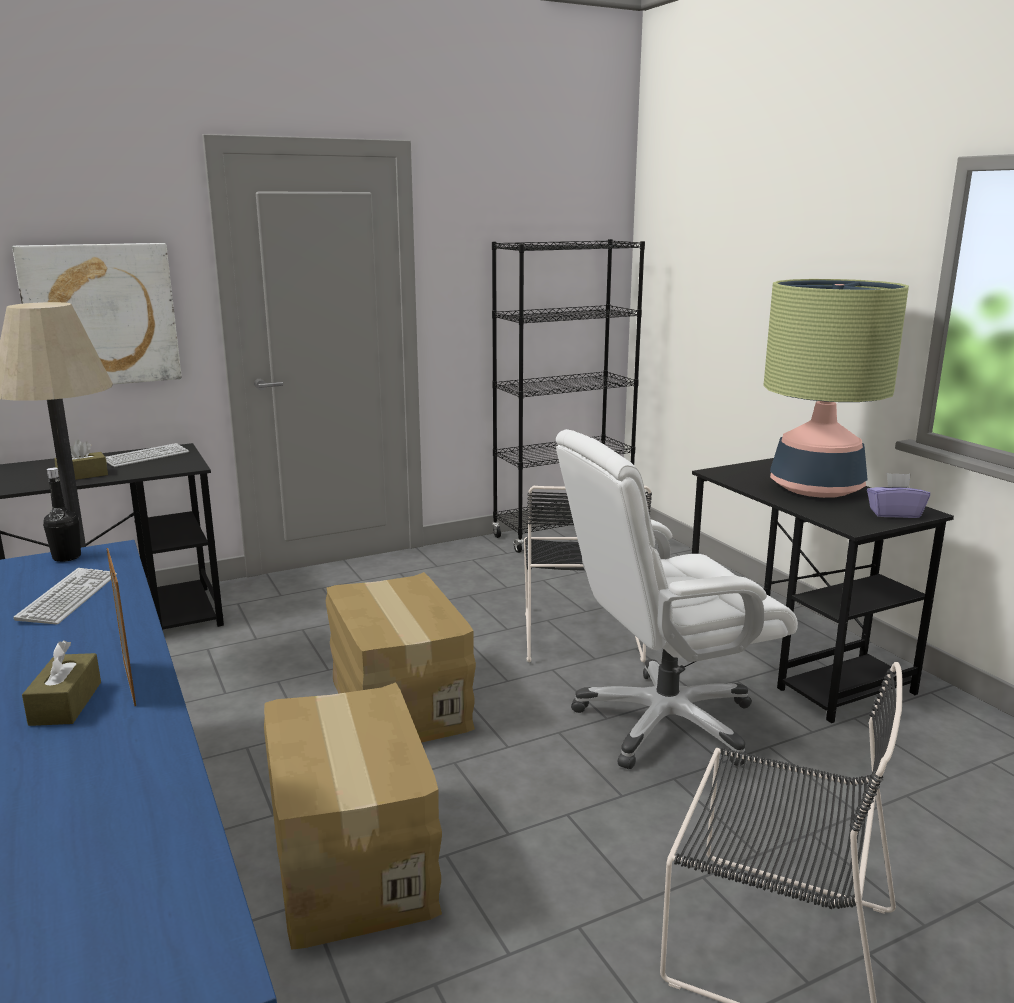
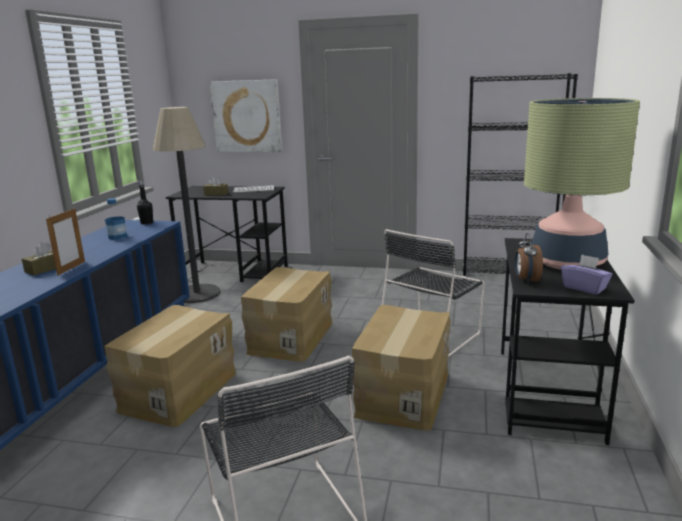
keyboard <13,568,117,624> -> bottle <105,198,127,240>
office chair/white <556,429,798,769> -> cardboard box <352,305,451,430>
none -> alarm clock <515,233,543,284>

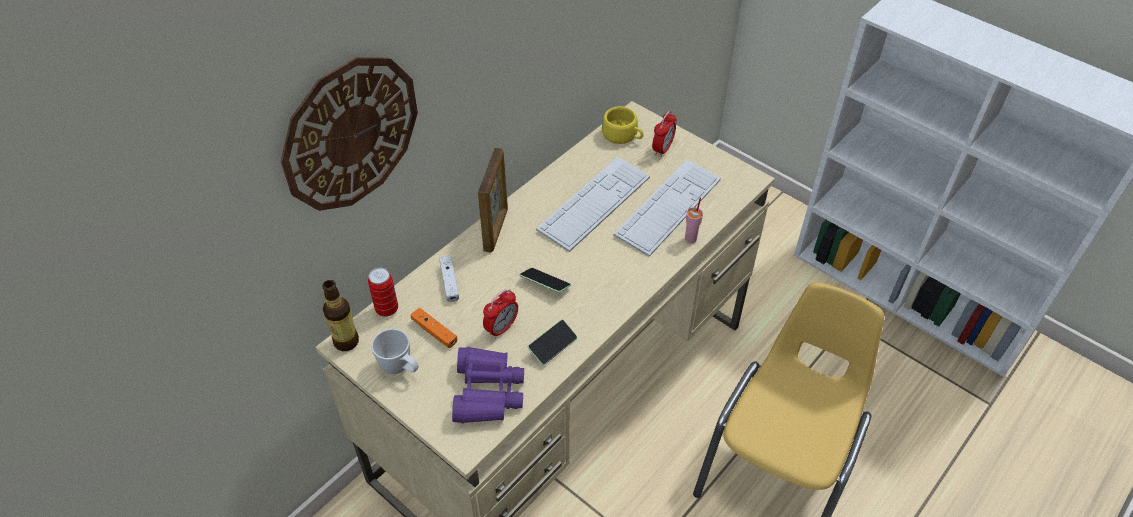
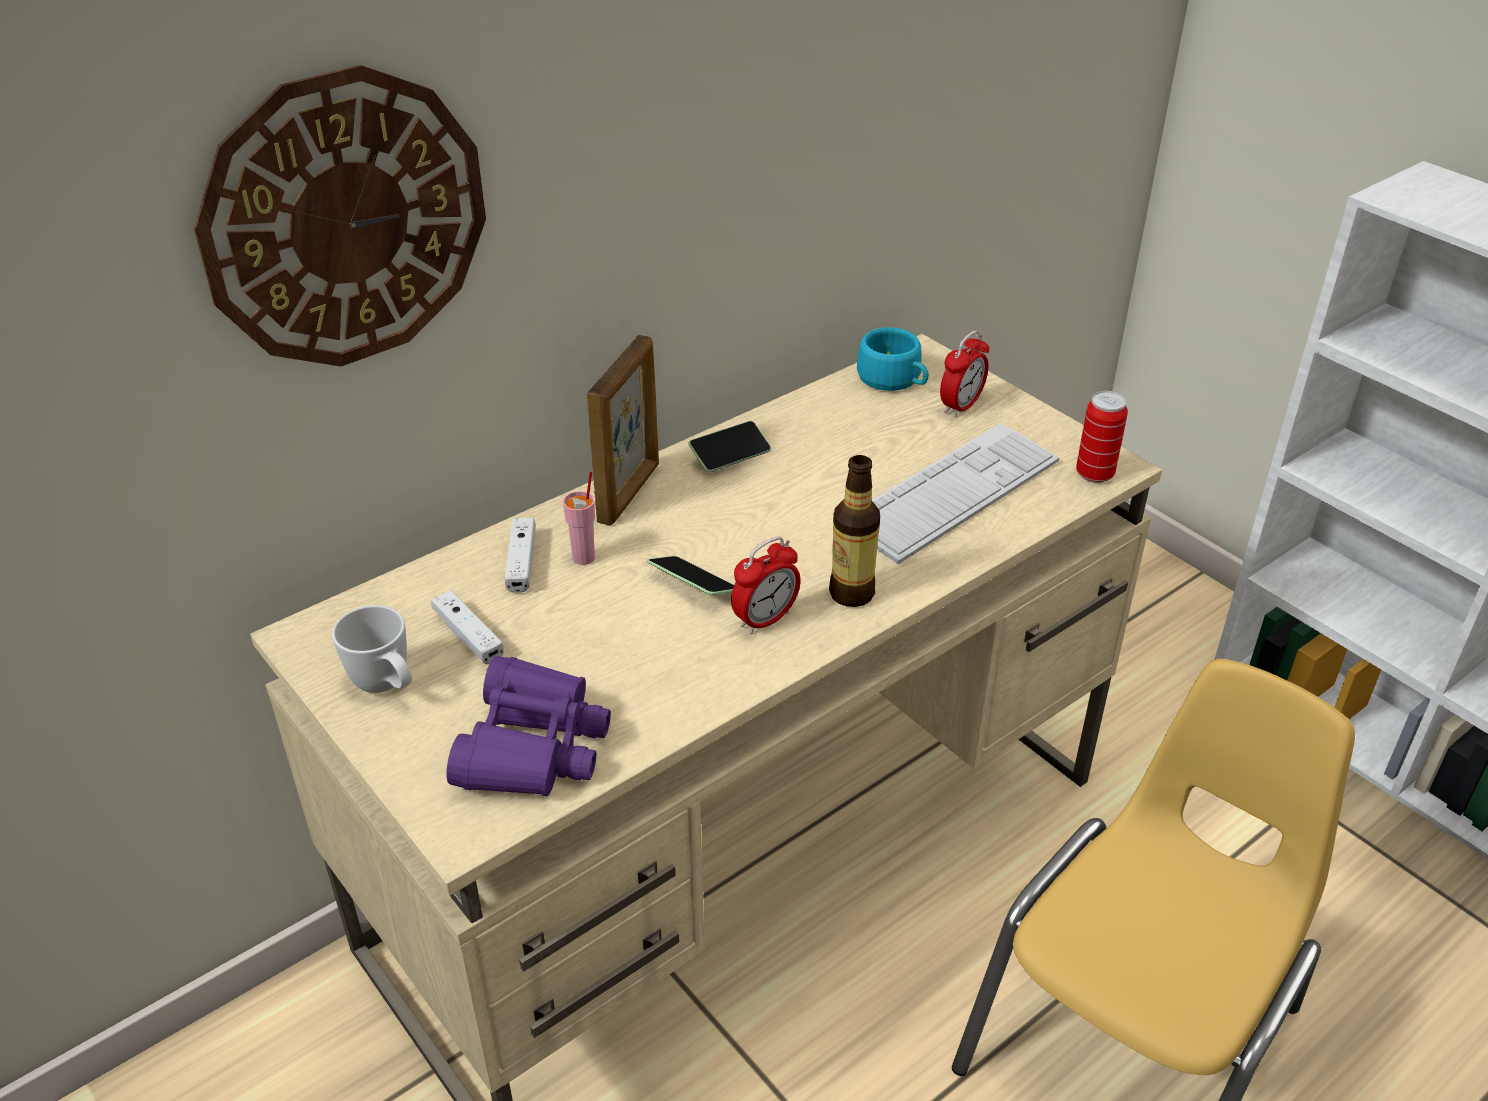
bottle <322,280,359,351> -> bottle <829,455,880,607>, relocated
can <368,268,398,317> -> can <1076,391,1128,483>, relocated
game controller/orange <411,308,457,348> -> game controller/white <431,590,504,664>
alarm clock <483,289,518,339> -> alarm clock <731,536,800,634>, relocated
phone <528,320,577,365> -> phone <688,421,771,472>, relocated
keyboard <536,157,650,252> -> none
cup/yellow <602,106,644,144> -> cup/turquoise <857,327,929,391>
cup/pink <685,197,703,243> -> cup/pink <563,472,595,565>, relocated

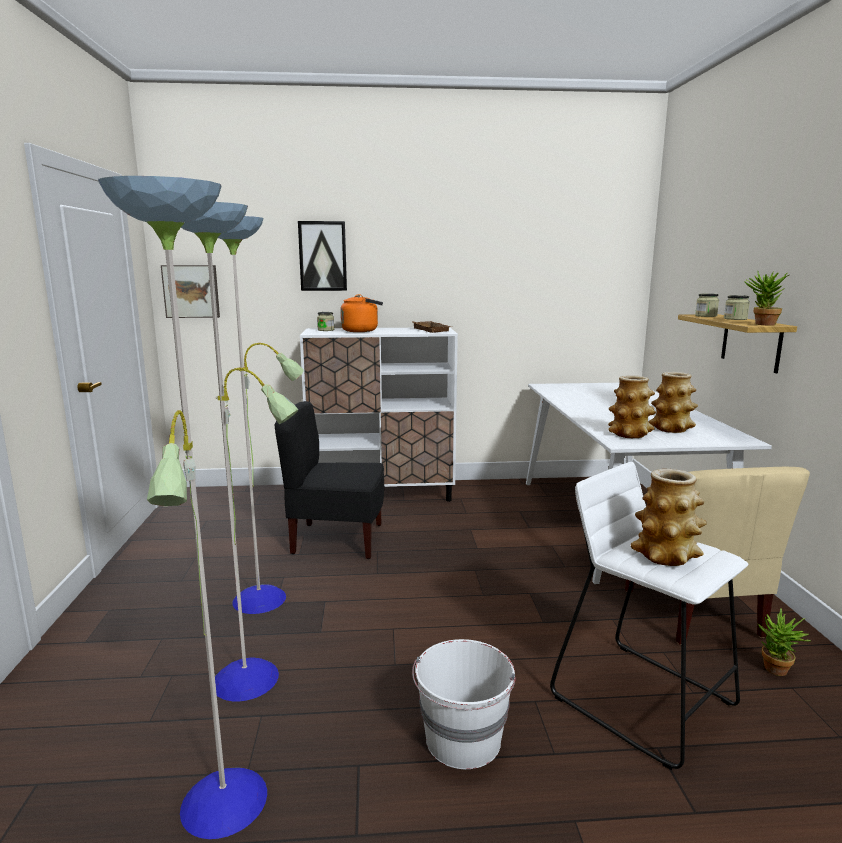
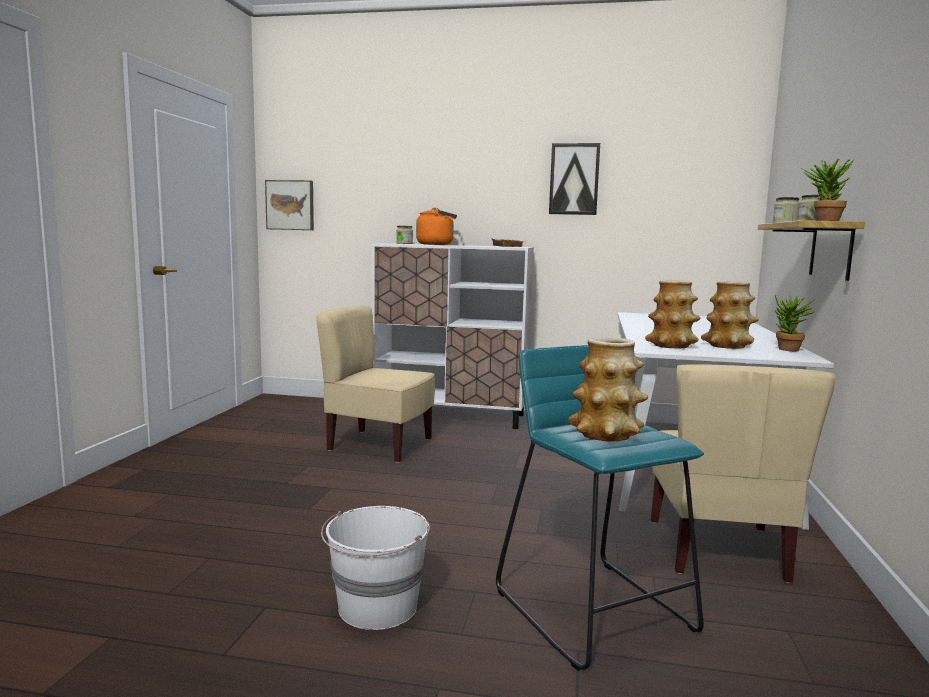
floor lamp <98,176,304,839> -> none
chair/black <274,401,384,559> -> chair/beige <316,306,435,463>
picture <298,221,347,291> -> picture <549,143,600,215>, relocated
stool/white <550,462,749,770> -> stool/turquoise <496,345,704,671>
potted plant <758,608,811,676> -> potted plant <775,295,816,351>, relocated

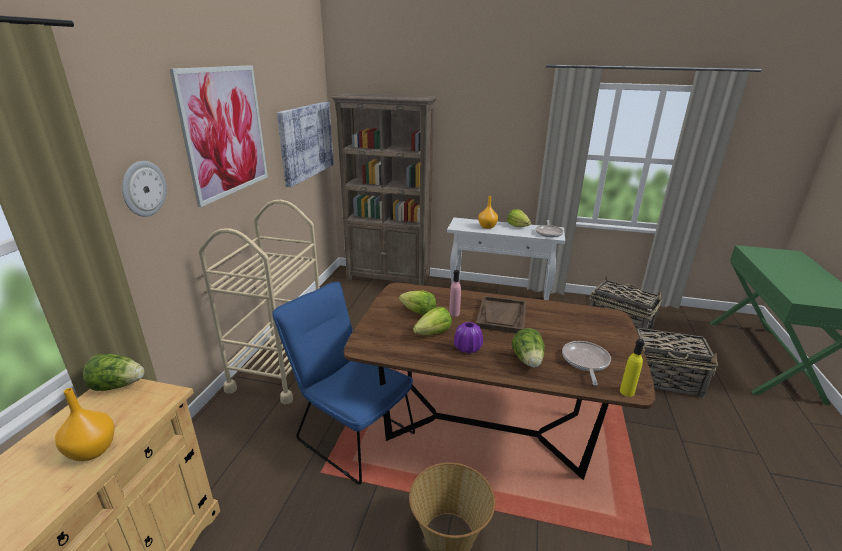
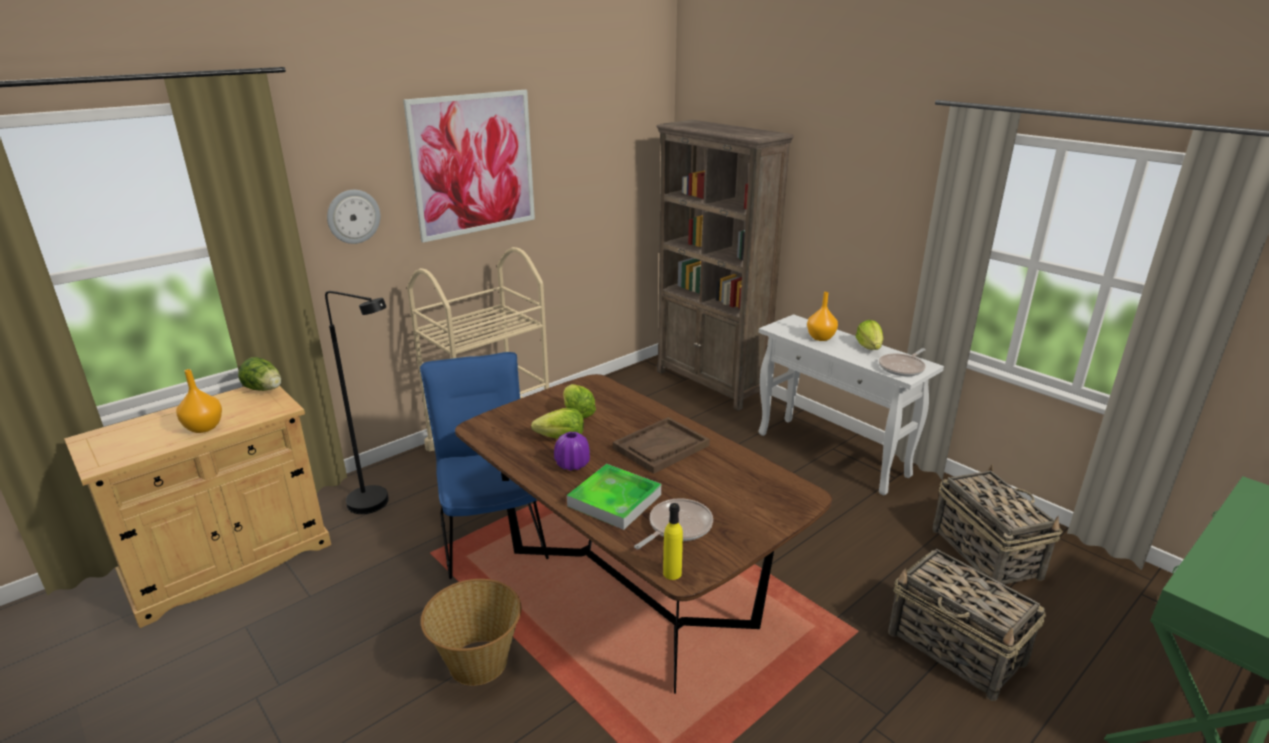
picture <277,102,334,187> -> none
bottle/pink <449,270,461,317> -> none
lettuce <512,328,545,368> -> tray <567,464,661,530>
none -> floor lamp/black <325,291,389,514>

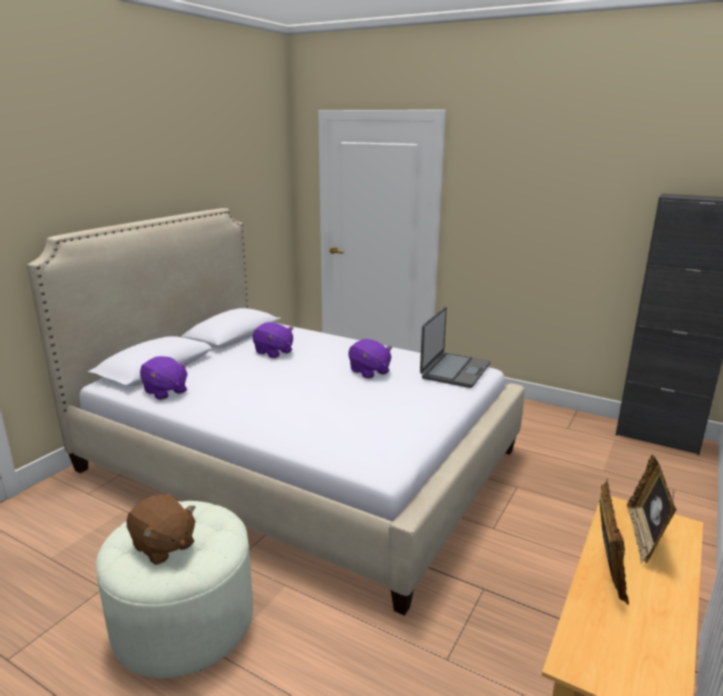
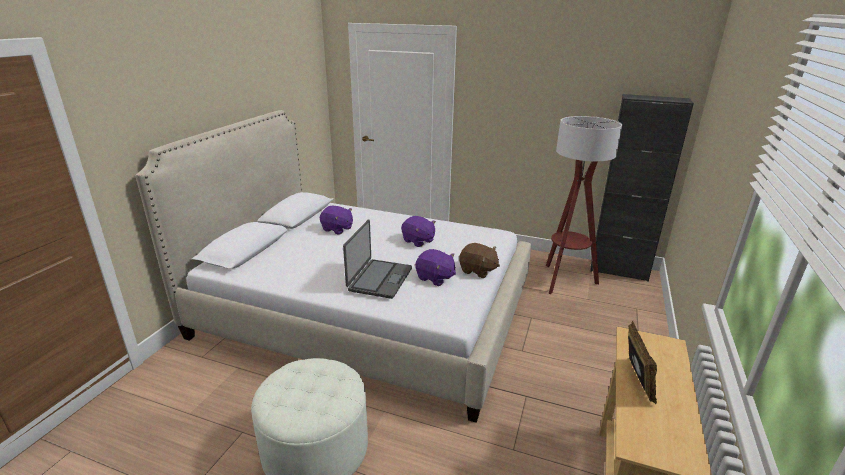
plush toy/brown <127,494,196,565> -> plush toy/brown <459,243,500,278>, relocated
plush toy/purple <140,356,188,400> -> plush toy/purple <415,249,456,286>, relocated
laptop <420,307,490,388> -> laptop <343,219,412,299>, relocated
picture frame <627,455,677,564> -> none
none -> floor lamp <546,116,622,294>

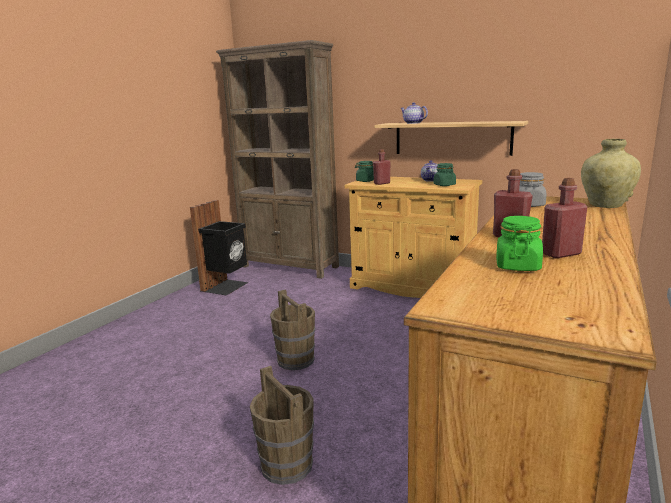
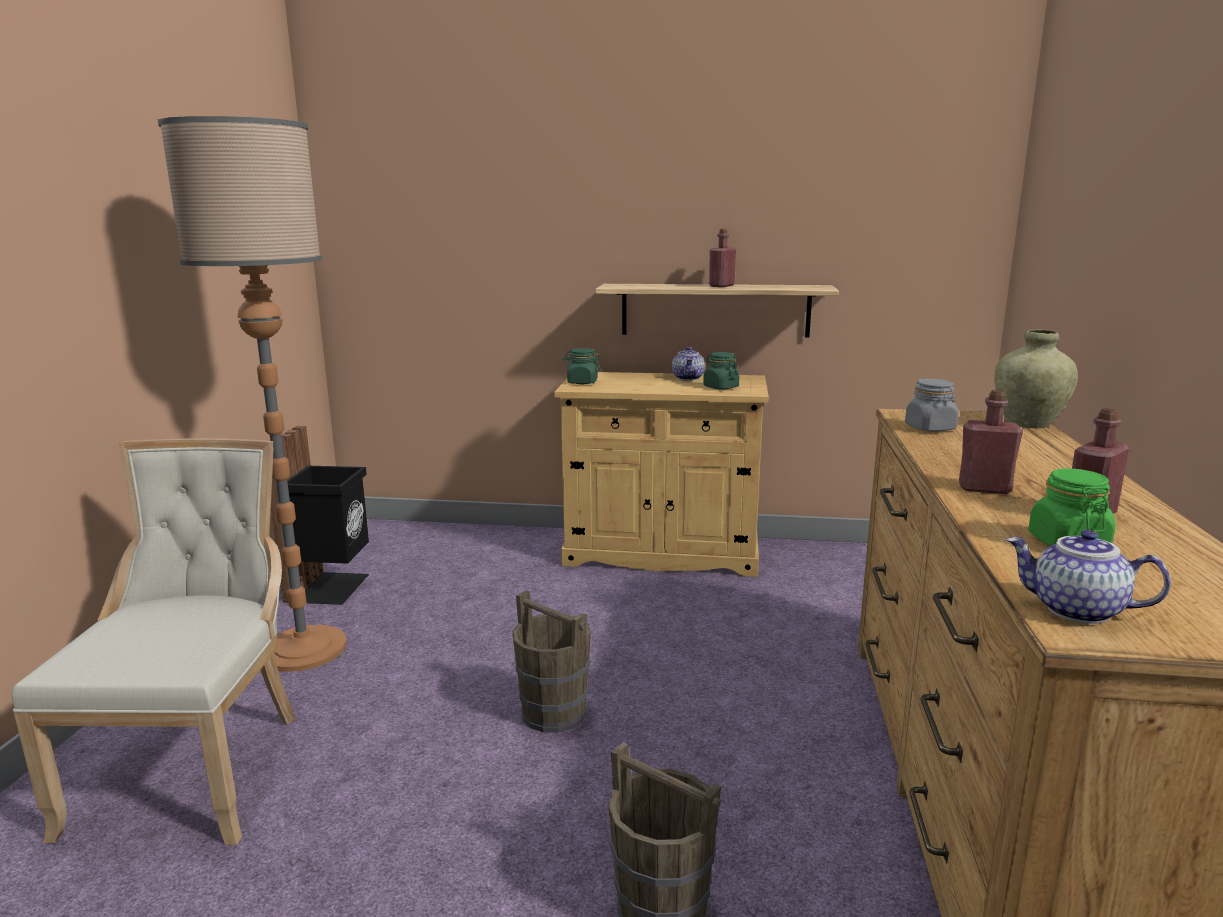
bookcase/brown <216,40,339,279> -> none
bottle/red <373,149,391,185> -> bottle/red <709,229,736,287>, relocated
teapot <401,102,428,124> -> teapot <1006,530,1171,624>, relocated
none -> chair/beige <12,438,296,845>
none -> floor lamp <157,116,347,672>

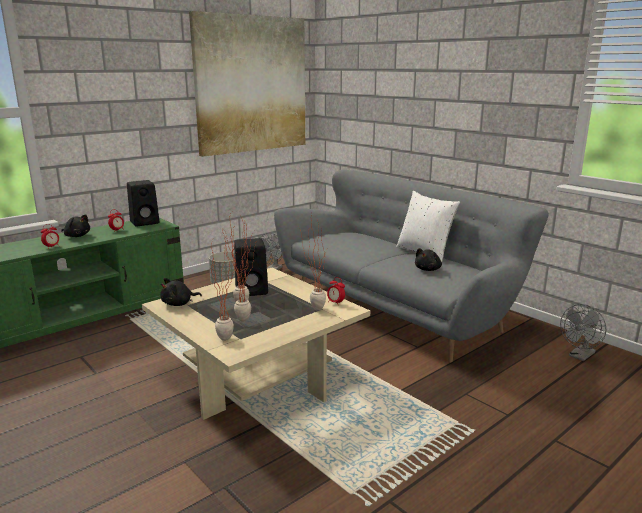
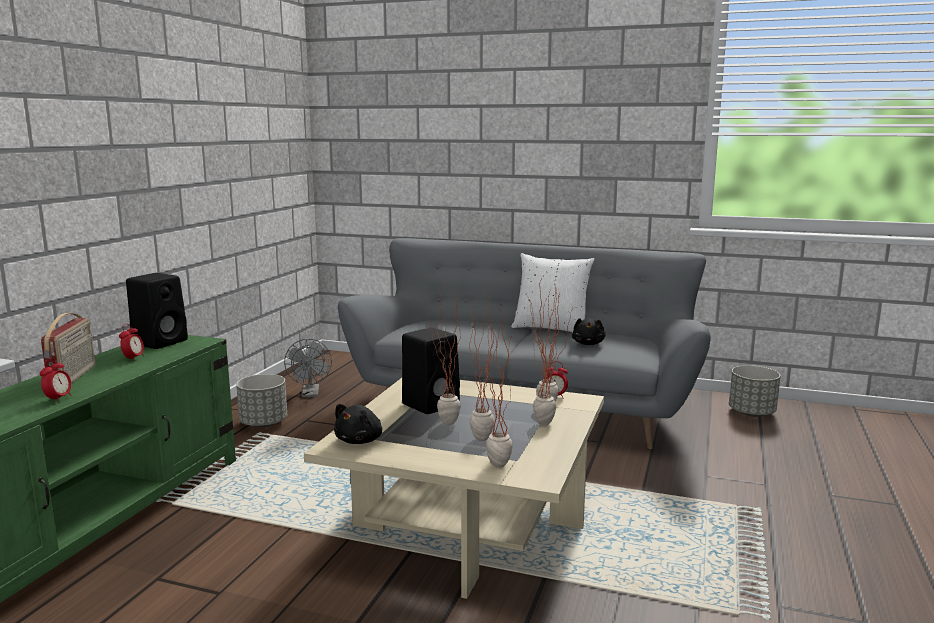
plush toy/black <61,214,90,237> -> radio <41,313,95,383>
picture <189,11,305,157> -> none
fan/grey <560,304,606,361> -> planter/grey <729,365,780,417>
none -> potted plant <532,285,572,426>

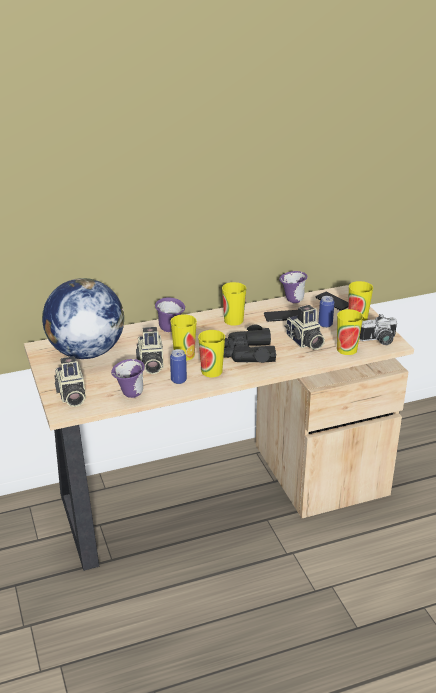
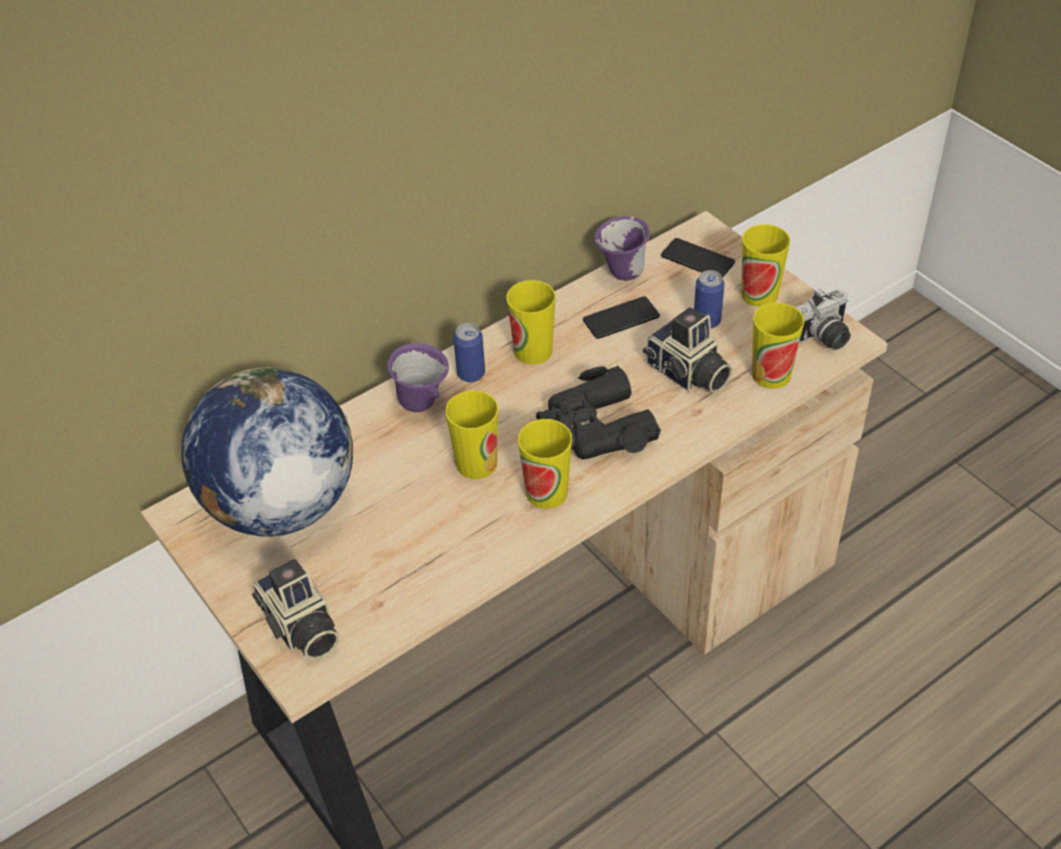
mug/purple <111,359,145,398> -> none
photo camera <136,327,164,374> -> none
can <170,349,187,384> -> can <453,323,485,382>, relocated

